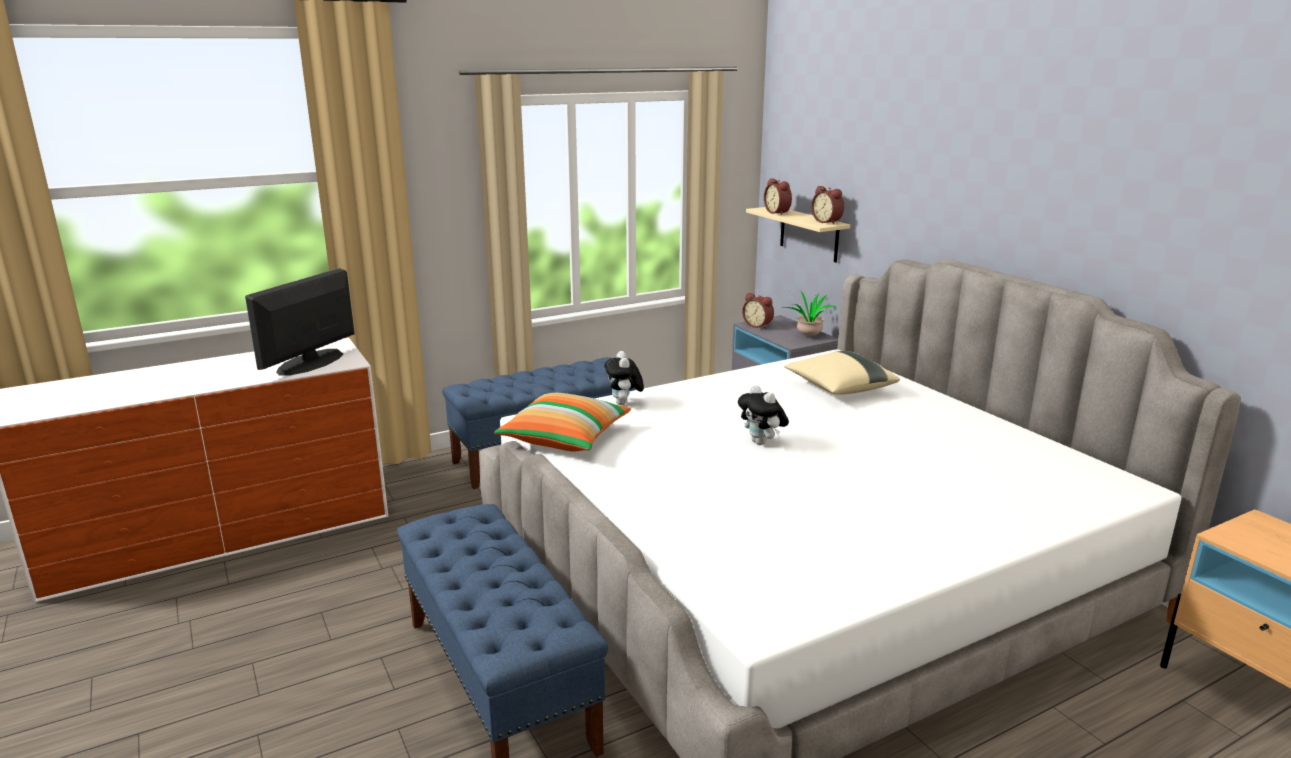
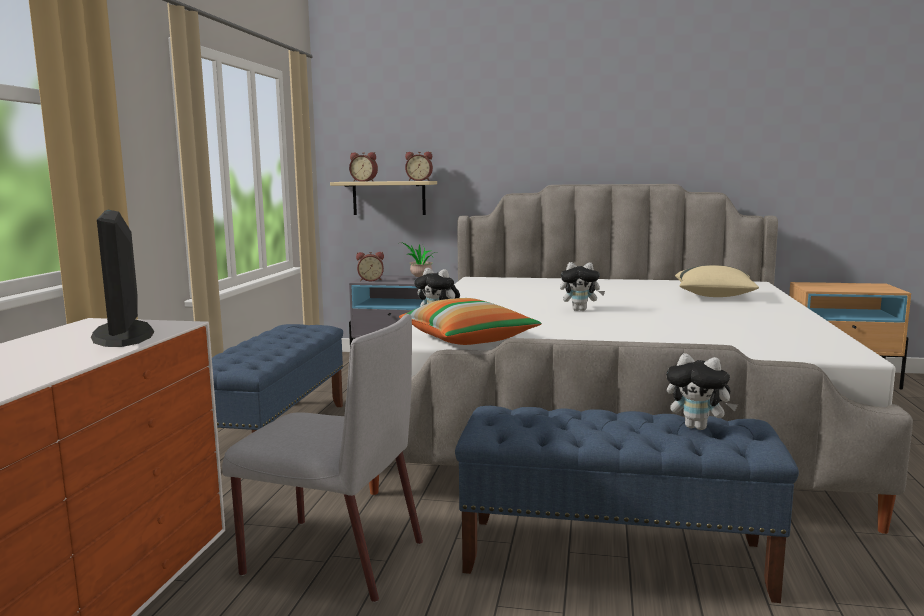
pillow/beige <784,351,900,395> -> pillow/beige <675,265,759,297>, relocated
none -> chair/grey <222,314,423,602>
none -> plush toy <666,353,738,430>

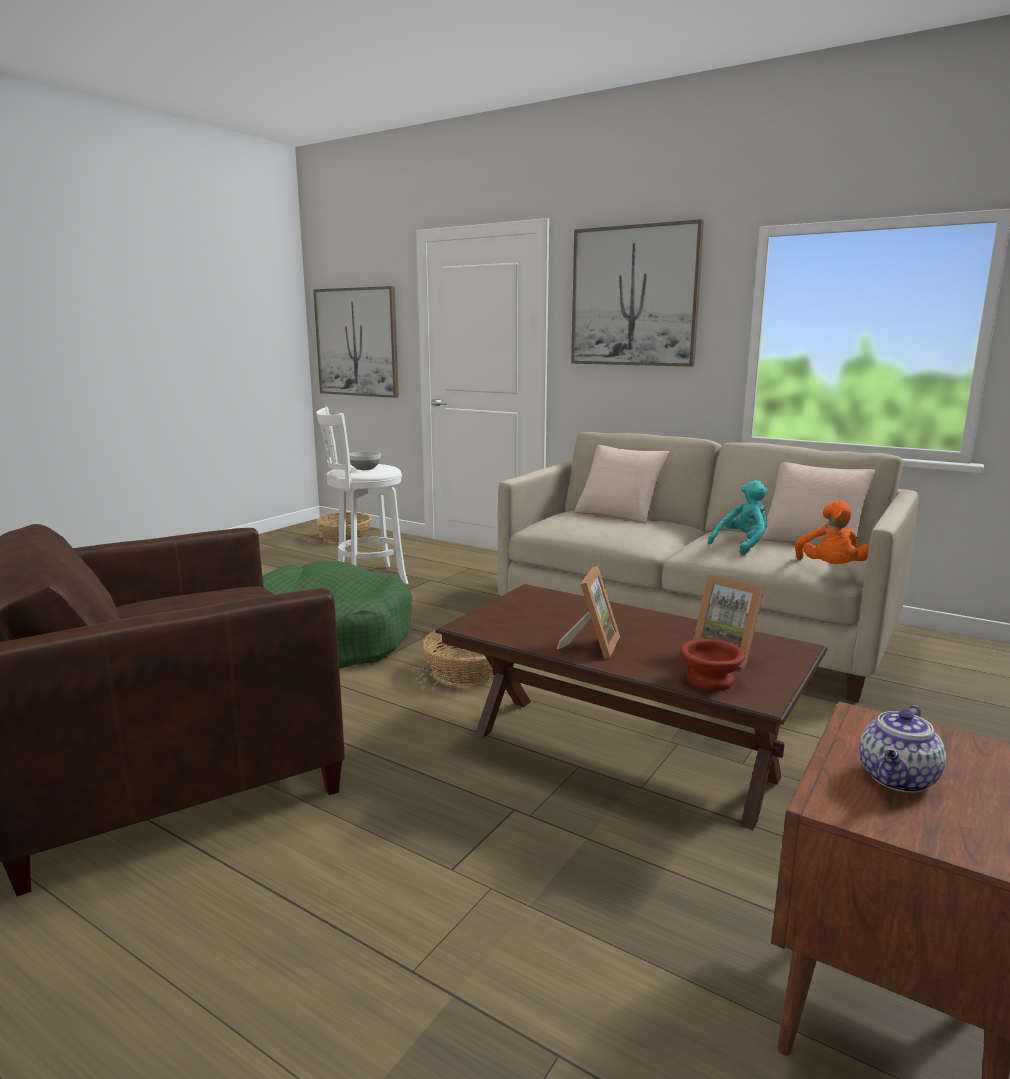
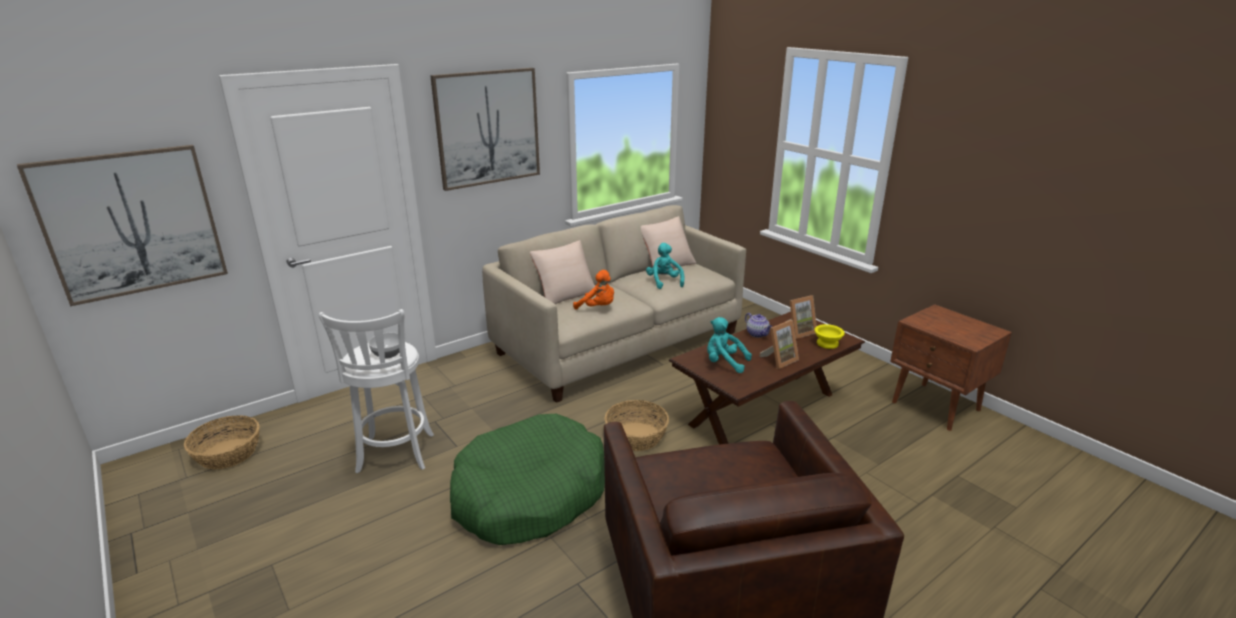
picture frame <557,566,620,658> -> picture frame <760,320,799,369>, 105 degrees clockwise
bowl/brown <680,639,745,691> -> bowl/yellow <814,324,845,349>
plush toy/orange <795,501,869,564> -> plush toy/orange <573,270,614,310>, relocated
teapot <859,705,946,793> -> teapot <745,313,772,338>, relocated
none -> plush toy/turquoise <707,317,752,373>

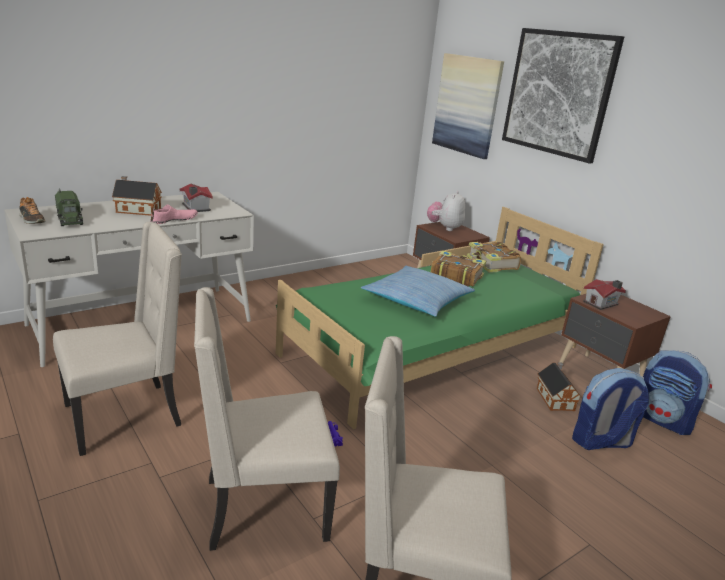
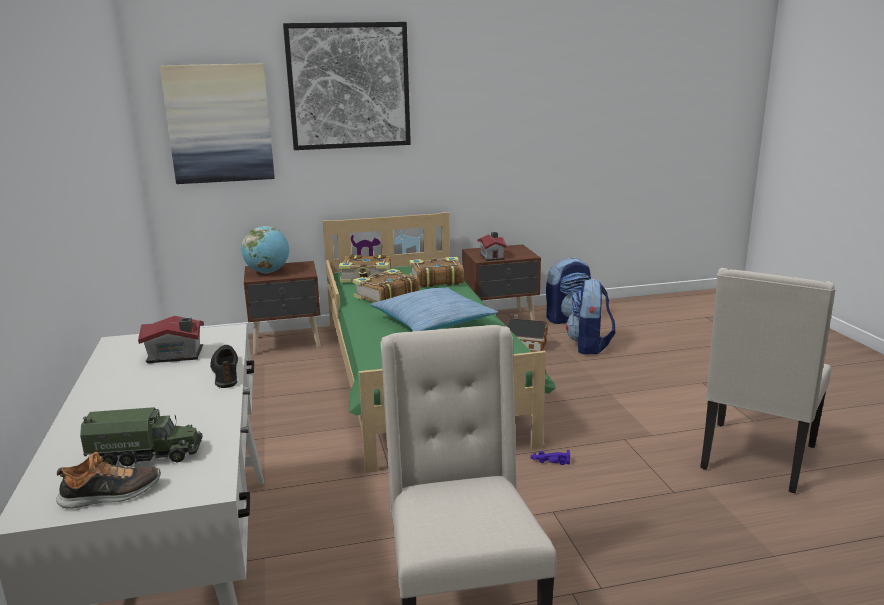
toy house <112,176,162,216> -> none
shoe/pink <150,204,198,224> -> shoe/black <210,345,238,388>
chair/beige <194,287,340,551> -> none
plush toy <427,191,465,231> -> globe <241,226,289,273>
none -> book <409,257,464,288>

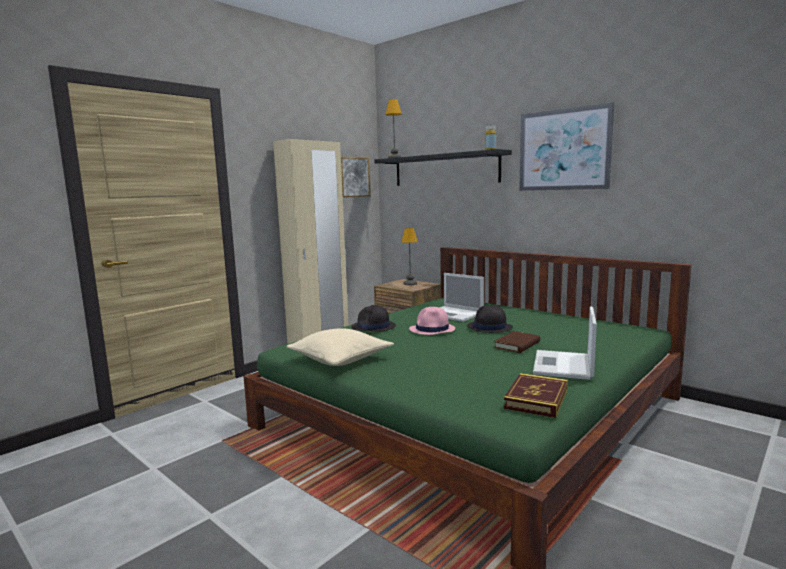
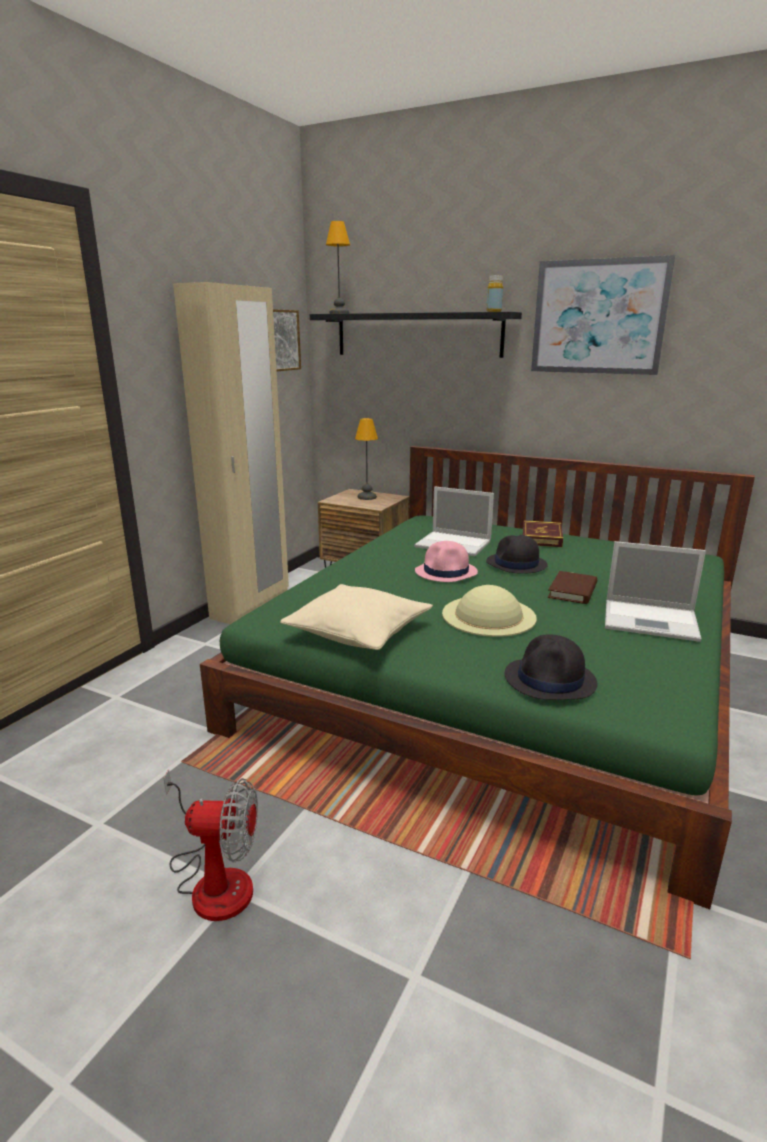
hat/black <351,305,396,332> -> hat/black <505,634,597,700>, relocated
book <504,373,568,418> -> book <523,520,563,547>, relocated
laptop <533,306,597,380> -> laptop <605,541,706,642>, 75 degrees counterclockwise
none -> fan <163,769,258,921>
none -> hat/beige <442,585,537,637>

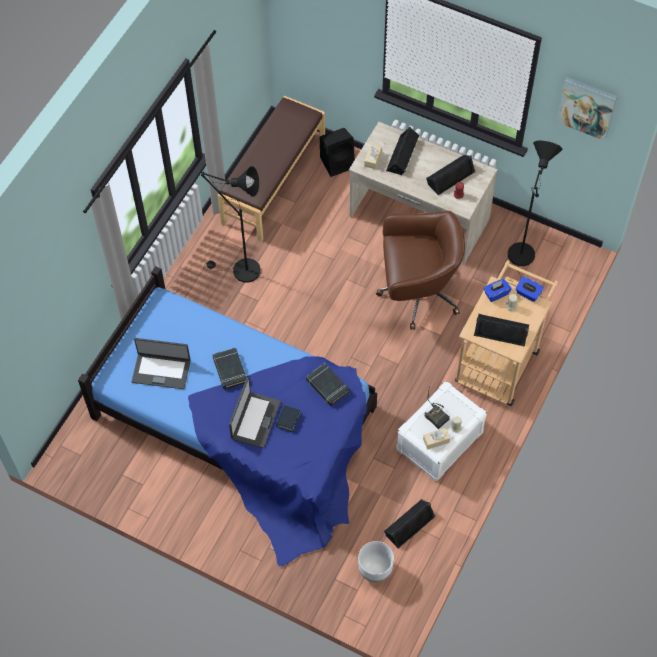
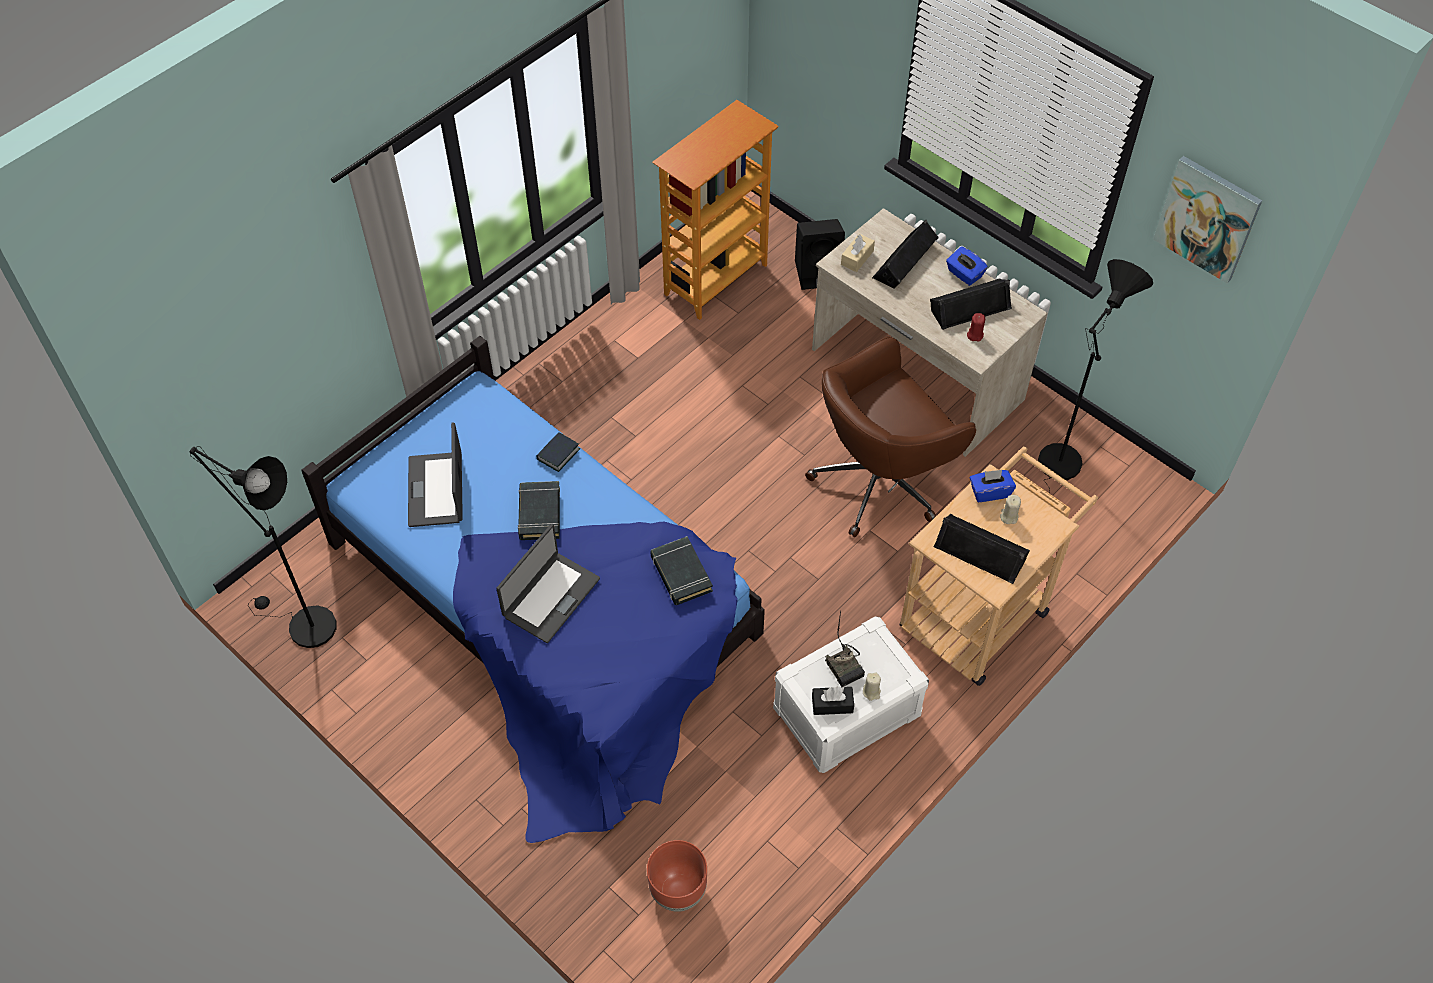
laptop <132,338,190,389> -> laptop <408,423,463,527>, 60 degrees clockwise
floor lamp/black <201,166,261,282> -> floor lamp/black <189,446,337,648>, relocated
bench/brown <218,96,325,242> -> bookcase <652,100,778,320>
book <276,405,301,432> -> book <536,432,580,472>, relocated
planter/white <358,541,394,582> -> planter/brown <647,840,707,912>
office chair/brown <376,211,465,330> -> office chair/brown <805,337,976,537>, 135 degrees clockwise
speaker/black <384,499,435,549> -> none
tissue box/beige <423,428,450,450> -> tissue box/black <812,686,854,715>
tissue box/blue <515,277,544,302> -> tissue box/blue <946,246,988,286>, relocated

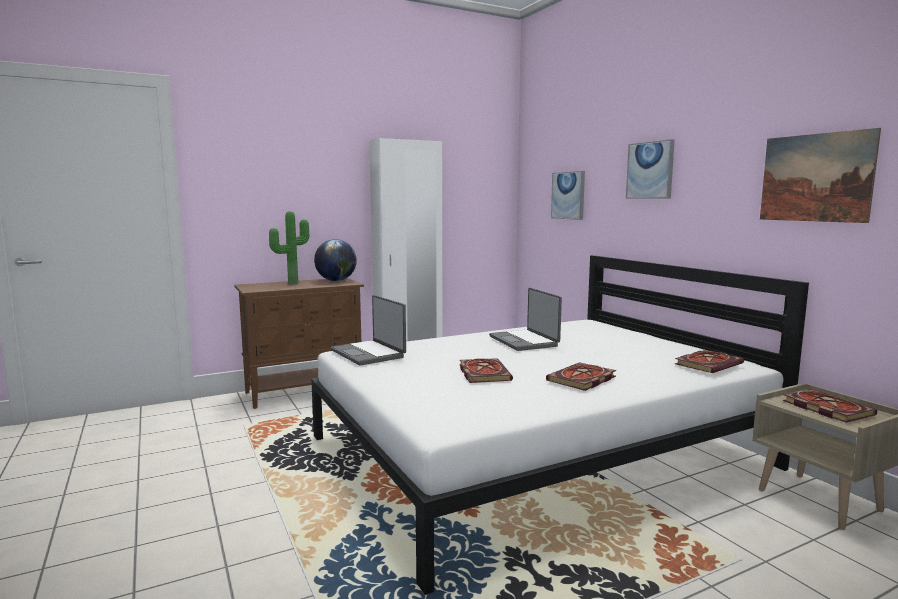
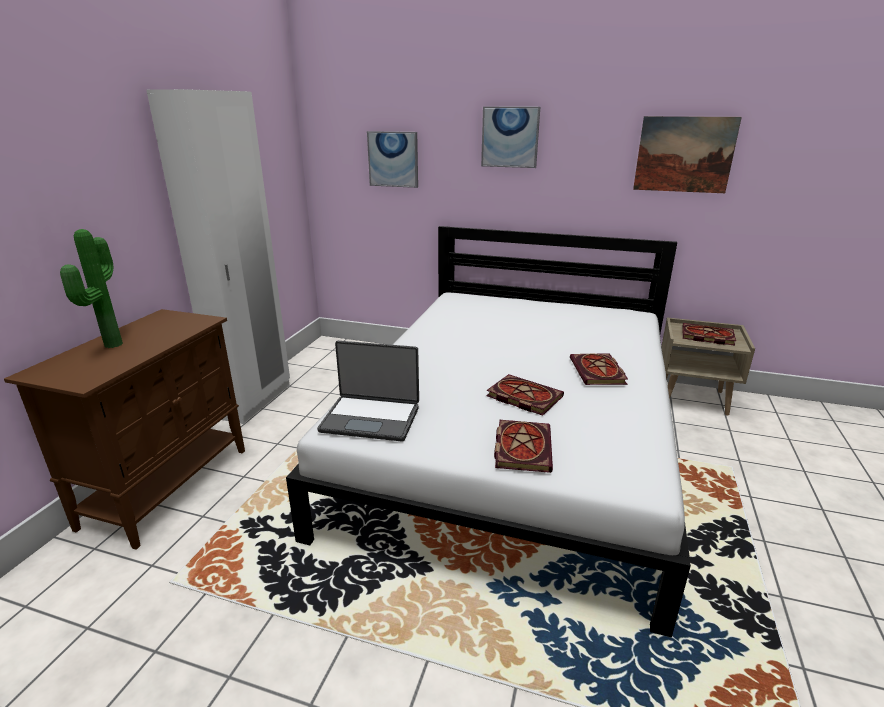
globe <314,239,357,281> -> none
laptop <489,288,562,351> -> none
book <675,350,744,373> -> book <494,420,553,473>, relocated

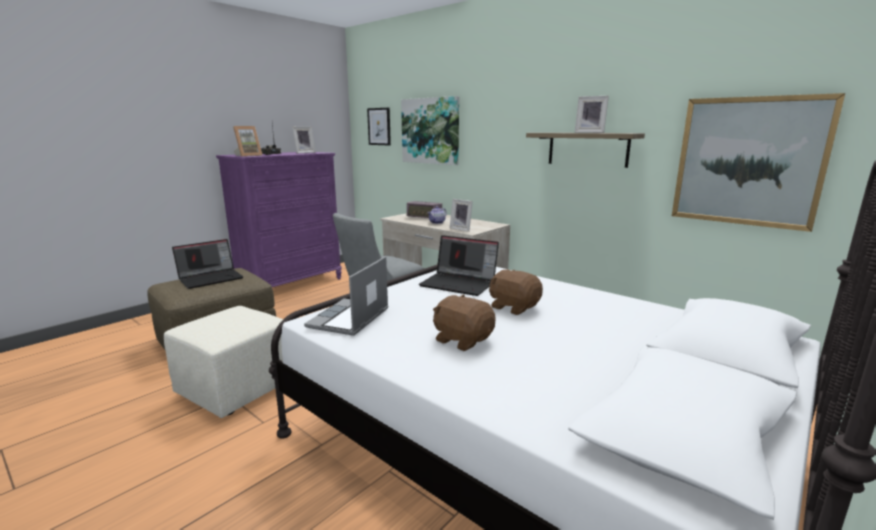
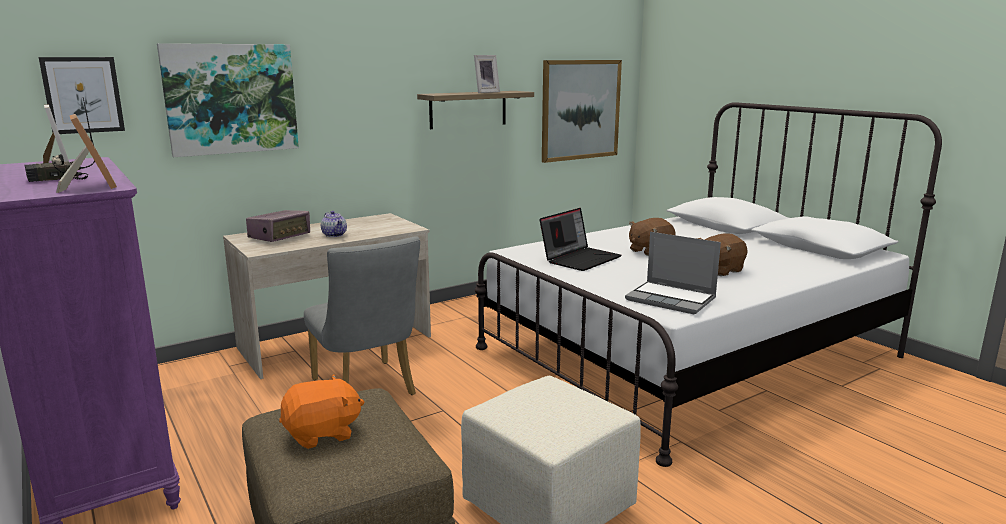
laptop <172,239,244,289> -> plush toy/orange <279,374,364,449>
picture frame <450,199,473,232> -> none

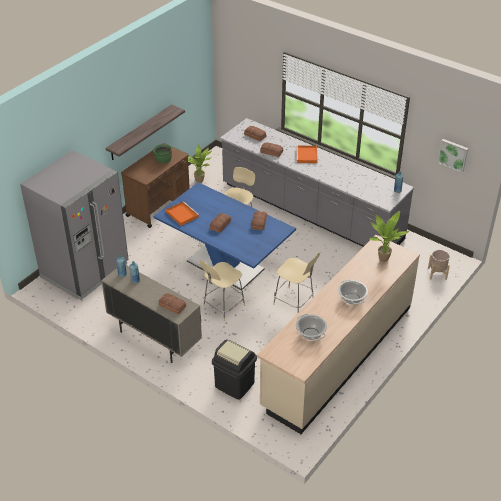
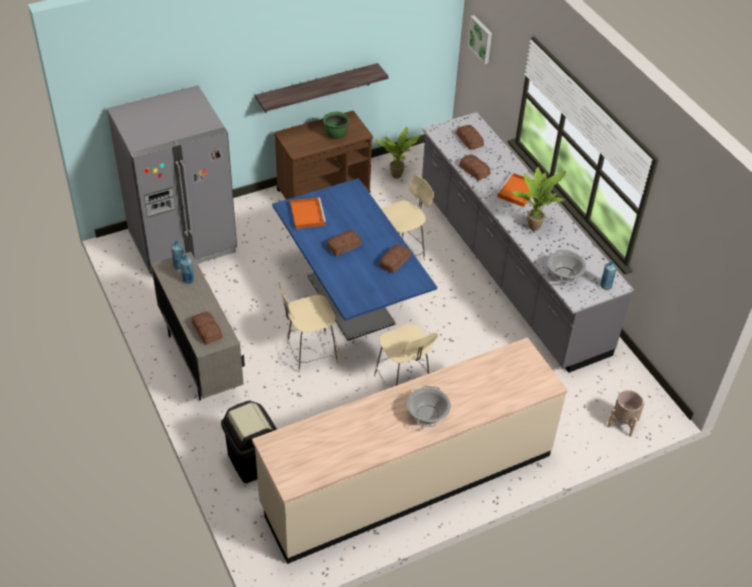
cooking pot <296,314,327,341> -> cooking pot <548,250,586,282>, relocated
potted plant <370,211,409,262> -> potted plant <511,167,566,231>, relocated
picture <438,139,468,173> -> picture <467,15,492,64>, relocated

